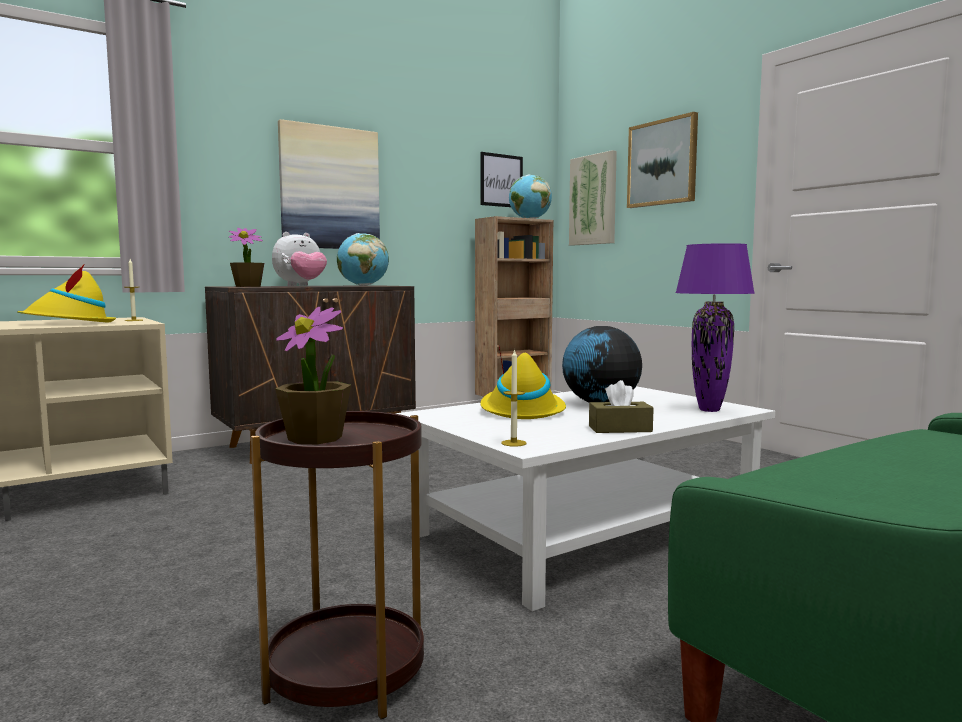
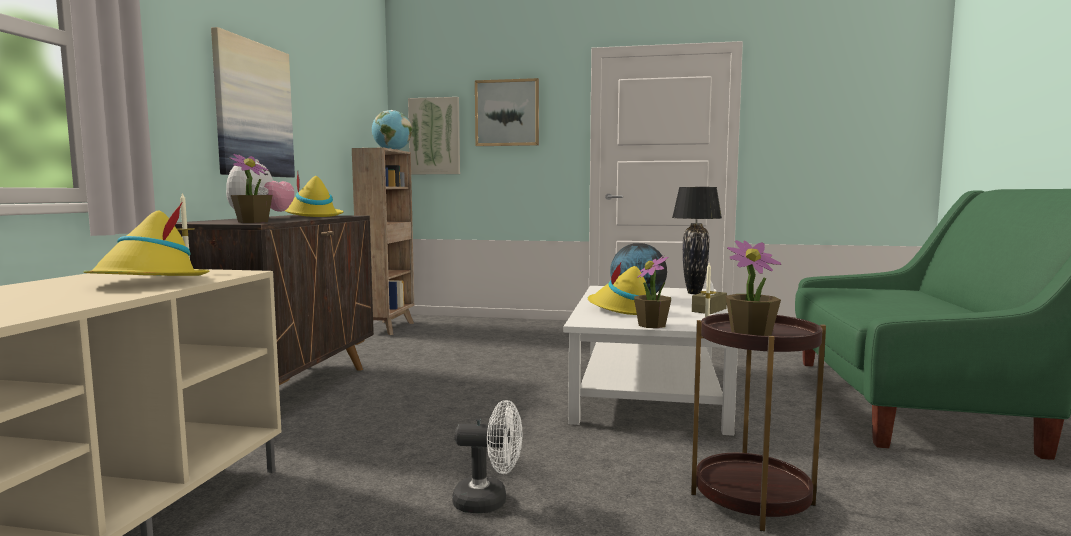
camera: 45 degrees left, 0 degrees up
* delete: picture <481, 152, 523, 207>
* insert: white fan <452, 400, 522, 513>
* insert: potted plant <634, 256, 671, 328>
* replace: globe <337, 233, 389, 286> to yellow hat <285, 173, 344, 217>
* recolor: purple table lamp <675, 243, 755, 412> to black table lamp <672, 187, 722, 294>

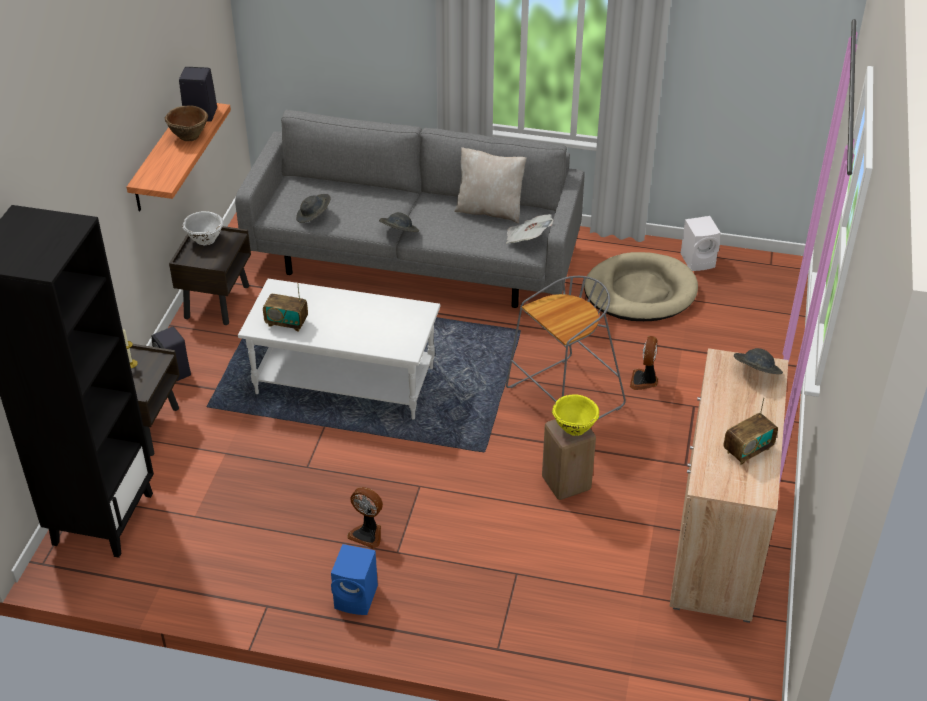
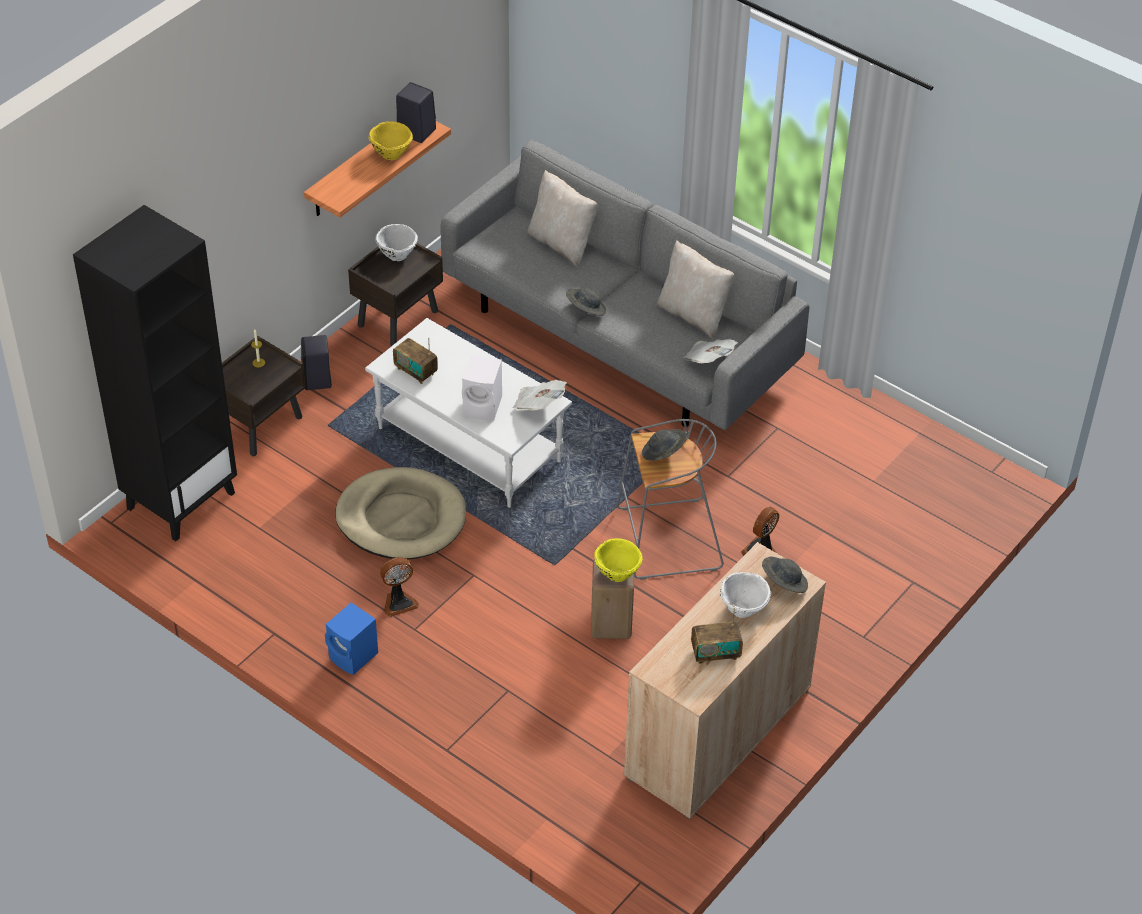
camera: 25 degrees right, 5 degrees up
* insert: newspaper <513, 380, 567, 411>
* insert: beige pillow <527, 170, 597, 267>
* insert: white bowl <720, 572, 772, 618>
* move: grey hat <296, 194, 331, 223> to <642, 429, 687, 461>
* move: beige dog bed <584, 252, 698, 321> to <335, 467, 466, 560>
* move: white speaker <681, 216, 721, 271> to <462, 355, 502, 421>
* recolor: brown bowl <165, 106, 208, 141> to yellow bowl <369, 121, 413, 160>
* rotate: fan <347, 487, 383, 549> = <380, 557, 419, 617> 75 degrees counterclockwise

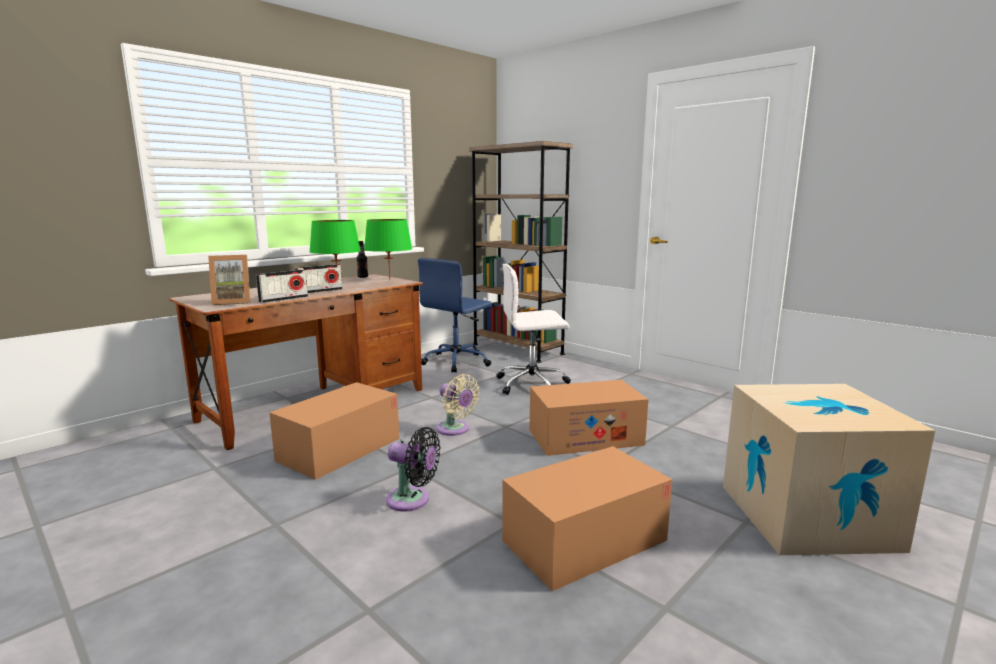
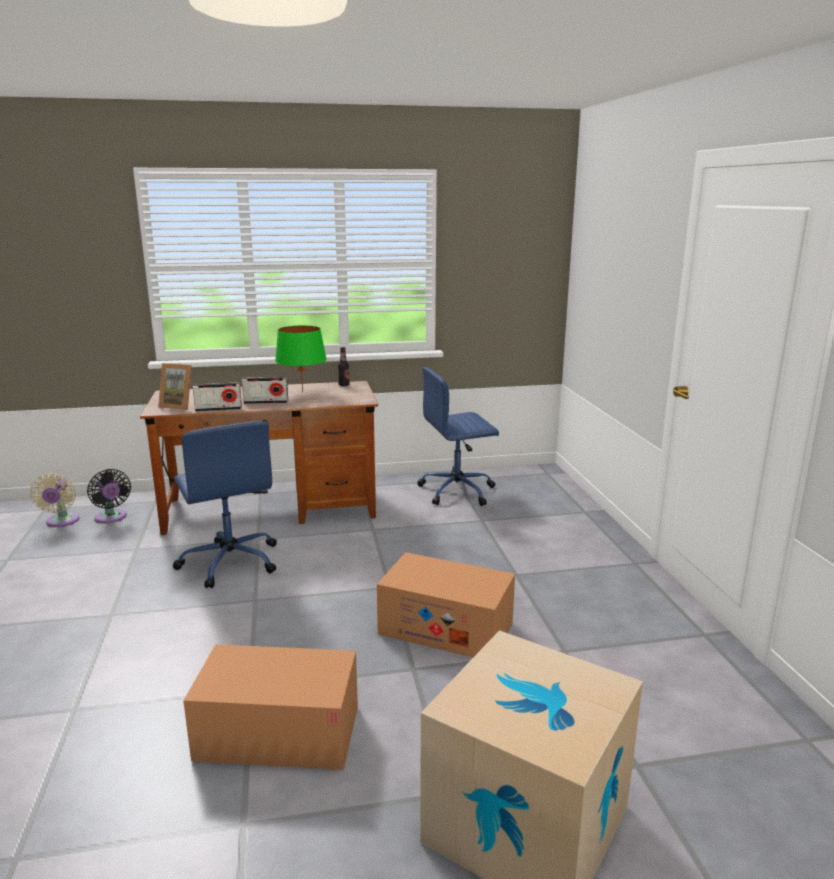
camera: 35 degrees right, 5 degrees up
* delete: green table lamp <364, 219, 412, 280>
* delete: brown bookcase <469, 141, 573, 363>
* delete: white office chair <497, 264, 571, 395>
* move: black fan <386, 427, 440, 512> to <87, 469, 131, 524>
* move: beige fan <436, 374, 480, 436> to <30, 473, 79, 527>
* replace: cardboard box <269, 382, 399, 480> to blue office chair <173, 421, 277, 588>

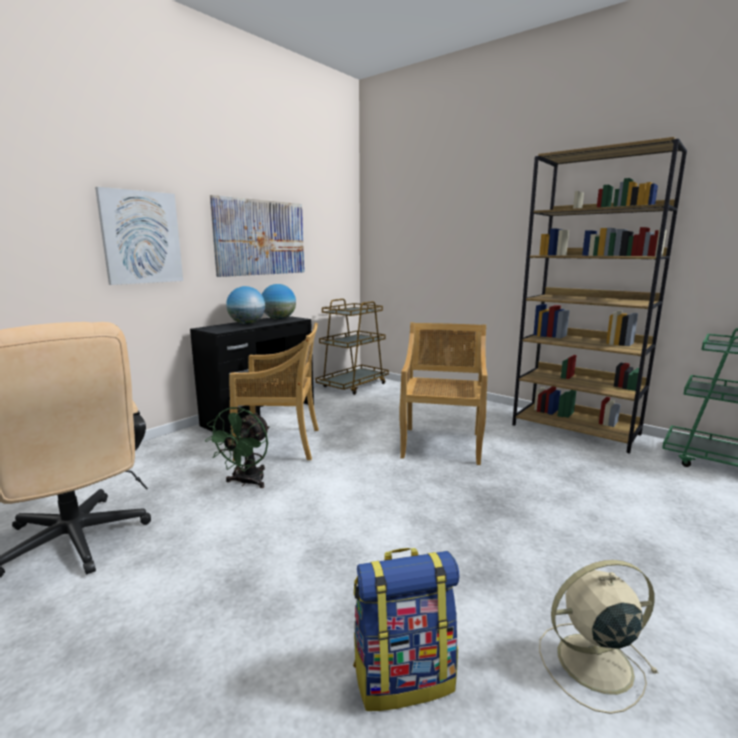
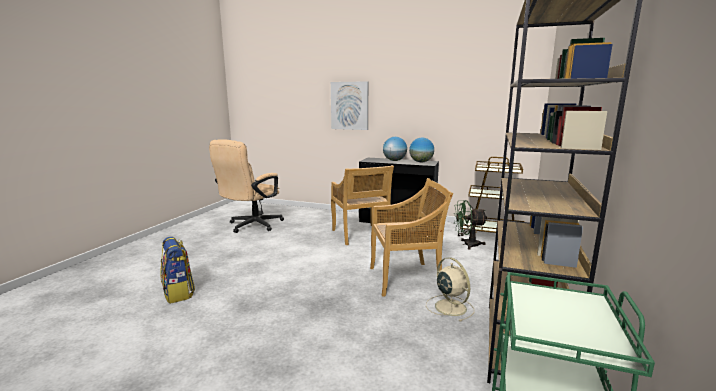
camera: 70 degrees right, 0 degrees up
* delete: picture <210, 195, 304, 277>
* move: green fan <205, 407, 269, 488> to <454, 200, 487, 249>
* move: beige fan <539, 560, 659, 714> to <426, 257, 474, 322>

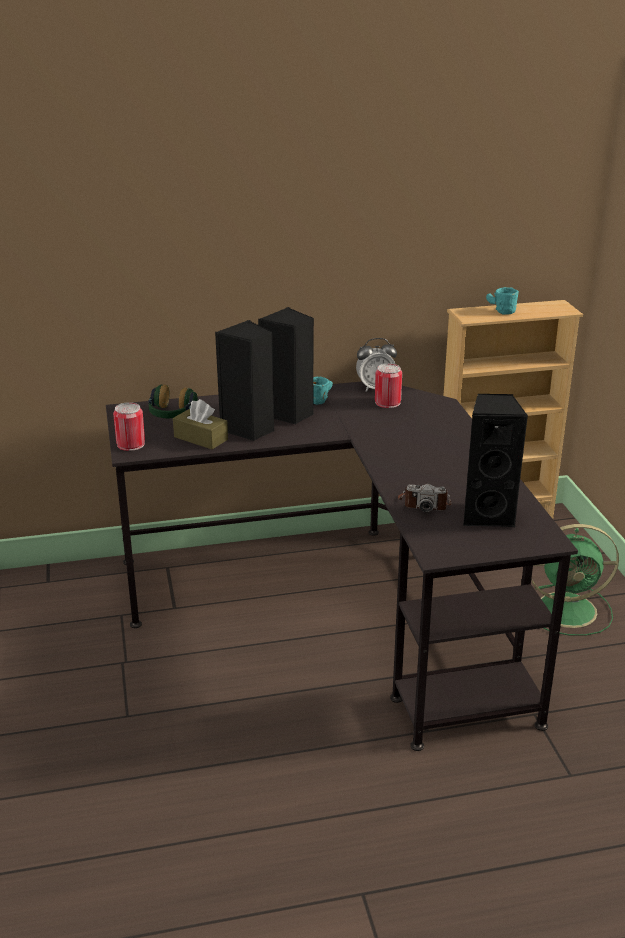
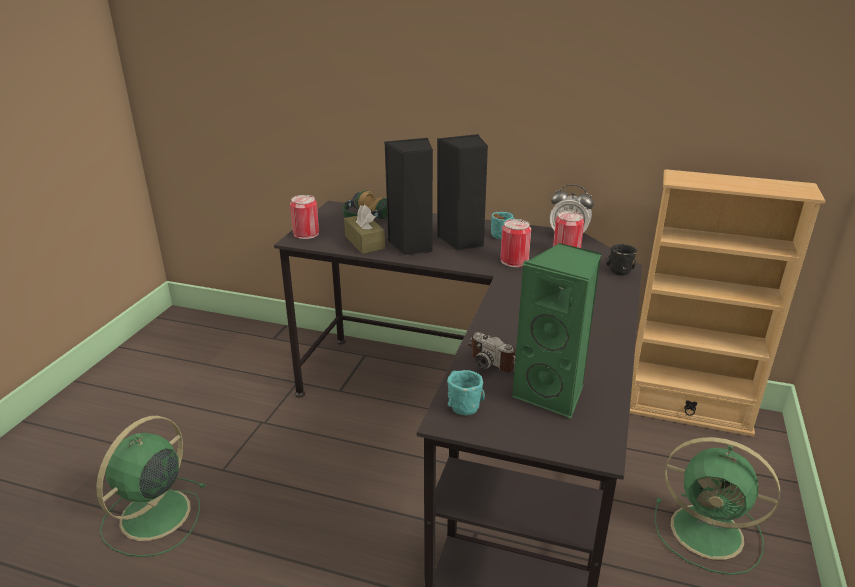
camera: 30 degrees right, 0 degrees up
* insert: green fan <96, 416, 206, 557>
* insert: can <500, 219, 531, 267>
* insert: black mug <607, 244, 637, 276>
* move: turquoise mug <486, 287, 519, 315> to <447, 370, 485, 416>
* recolor: black speaker <463, 394, 529, 527> to green speaker <512, 243, 601, 418>

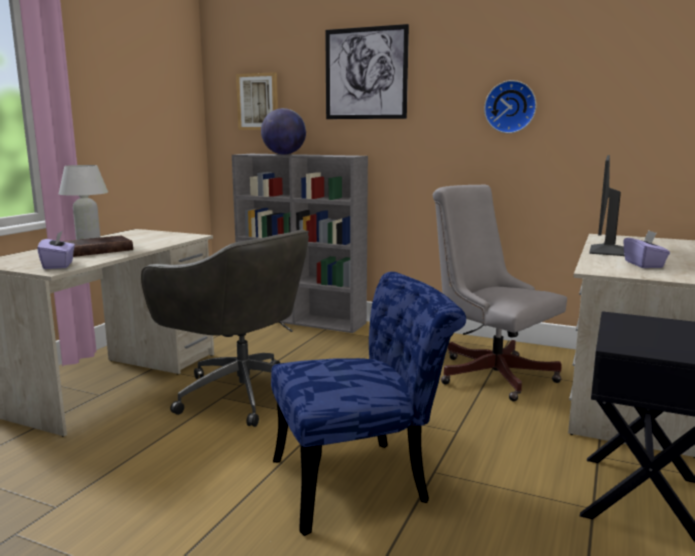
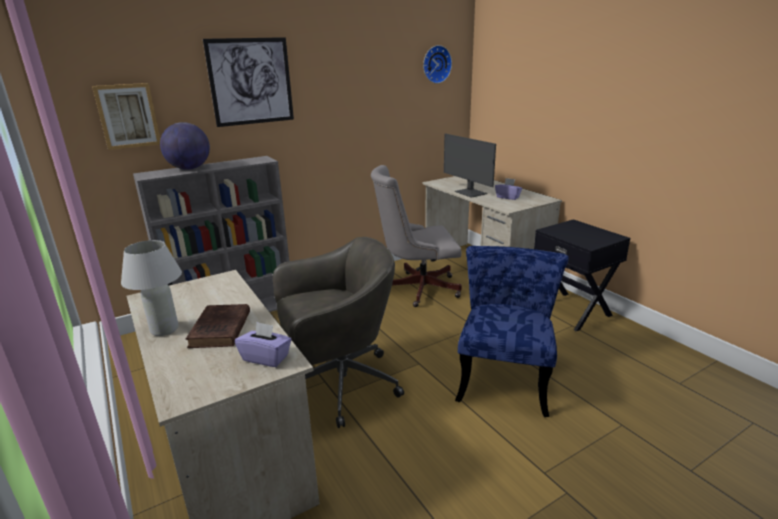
camera: 55 degrees left, 10 degrees up
* move: wall clock <484, 80, 537, 133> to <423, 45, 452, 84>

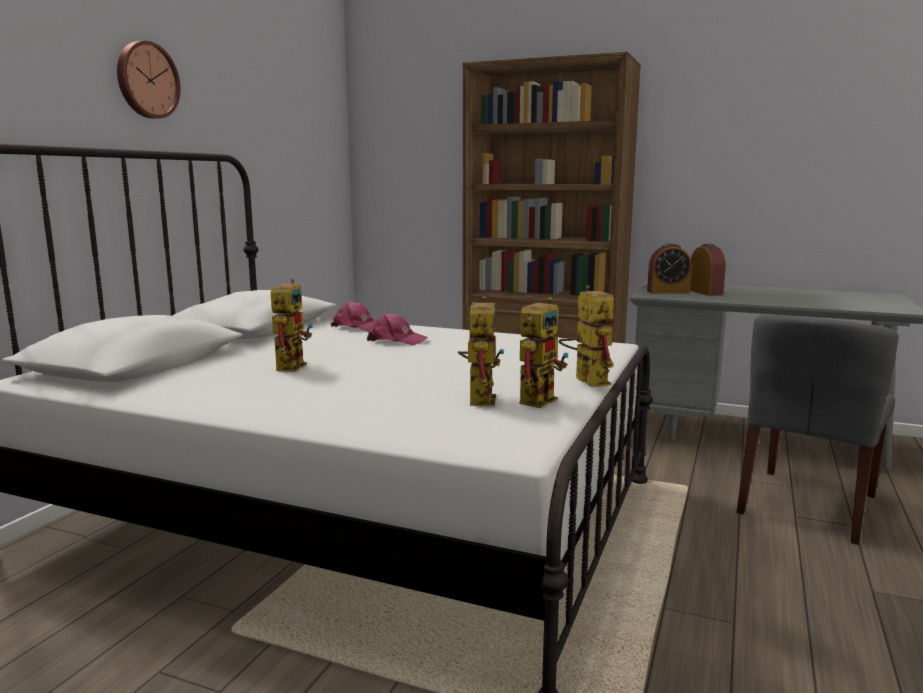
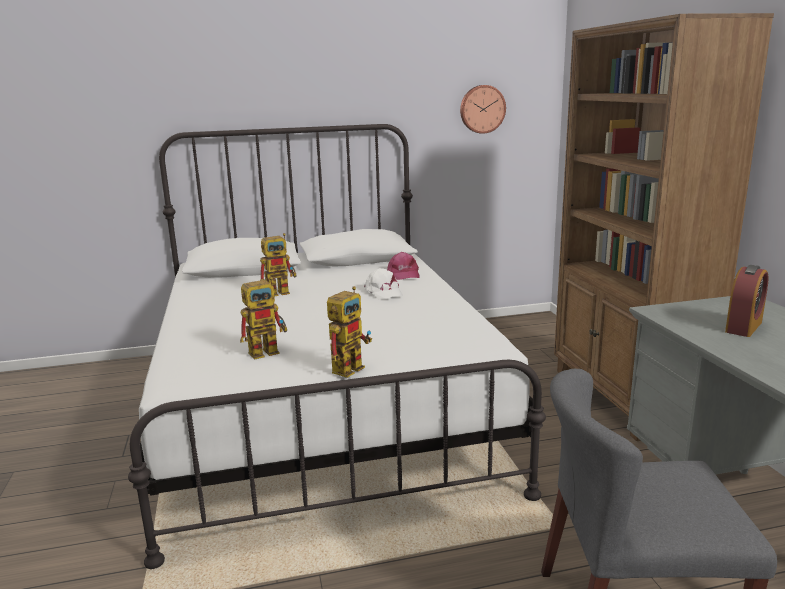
camera: 55 degrees right, 5 degrees up
* delete: toy robot <520, 297, 568, 408>
* delete: alarm clock <647, 243, 692, 294>
* move: wall clock <117, 41, 181, 119> to <460, 85, 506, 134>
* recolor: pink cap <367, 313, 428, 345> to white cap <364, 268, 403, 299>

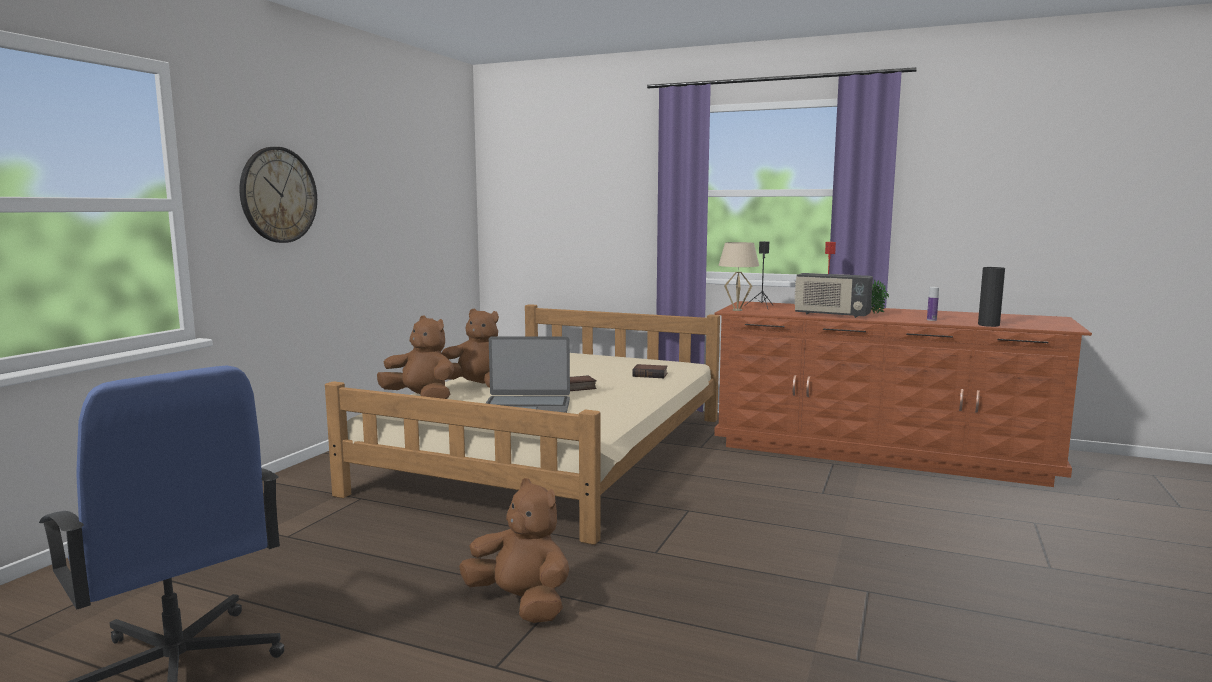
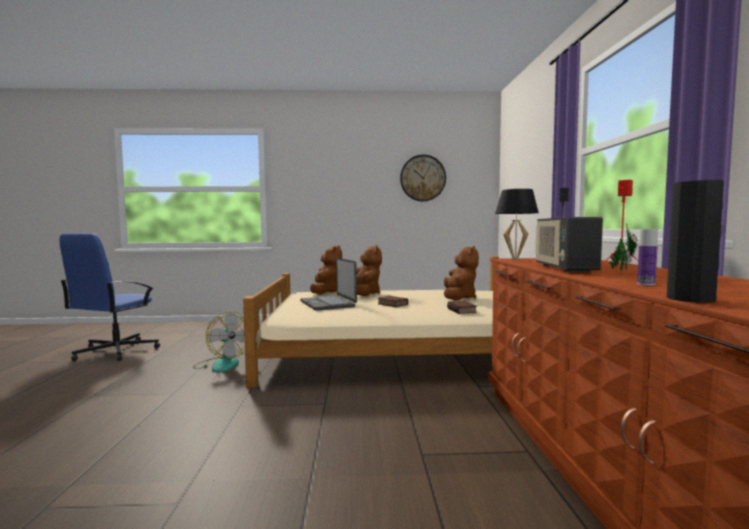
camera: 65 degrees right, 5 degrees down
* insert: fan <193, 312, 245, 372>
* move: wall clock <240, 147, 317, 243> to <400, 155, 446, 201>
* move: brown plush toy <459, 478, 569, 623> to <444, 246, 479, 301>
* recolor: beige table lamp <718, 242, 759, 311> to black table lamp <495, 189, 539, 260>

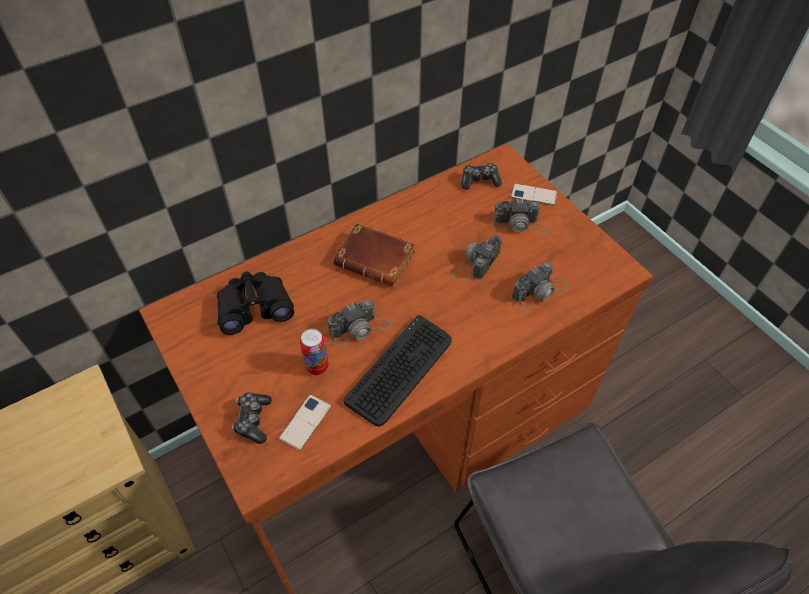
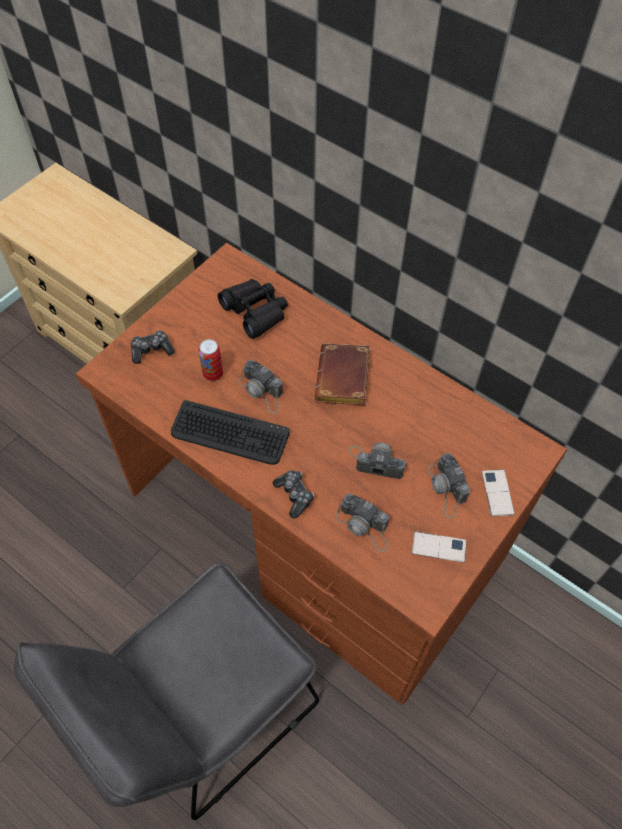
camera: 70 degrees right, 5 degrees up
* move: phone <279, 394, 331, 451> to <412, 531, 466, 563>
* move: game controller <462, 163, 502, 190> to <273, 470, 314, 519>

